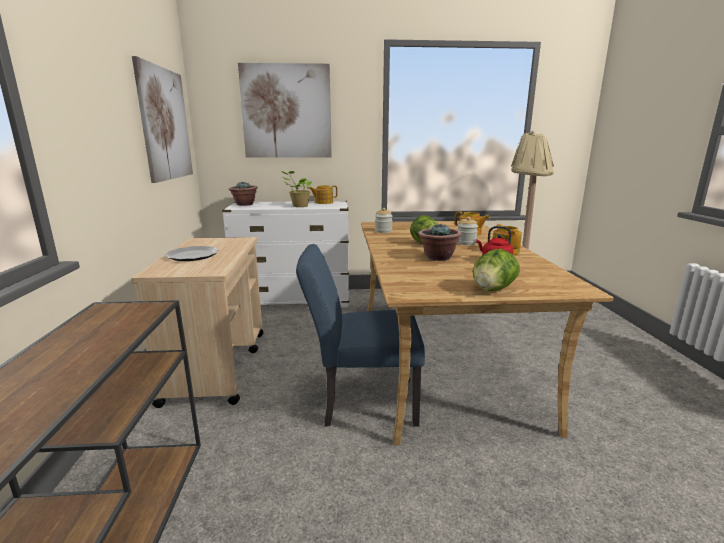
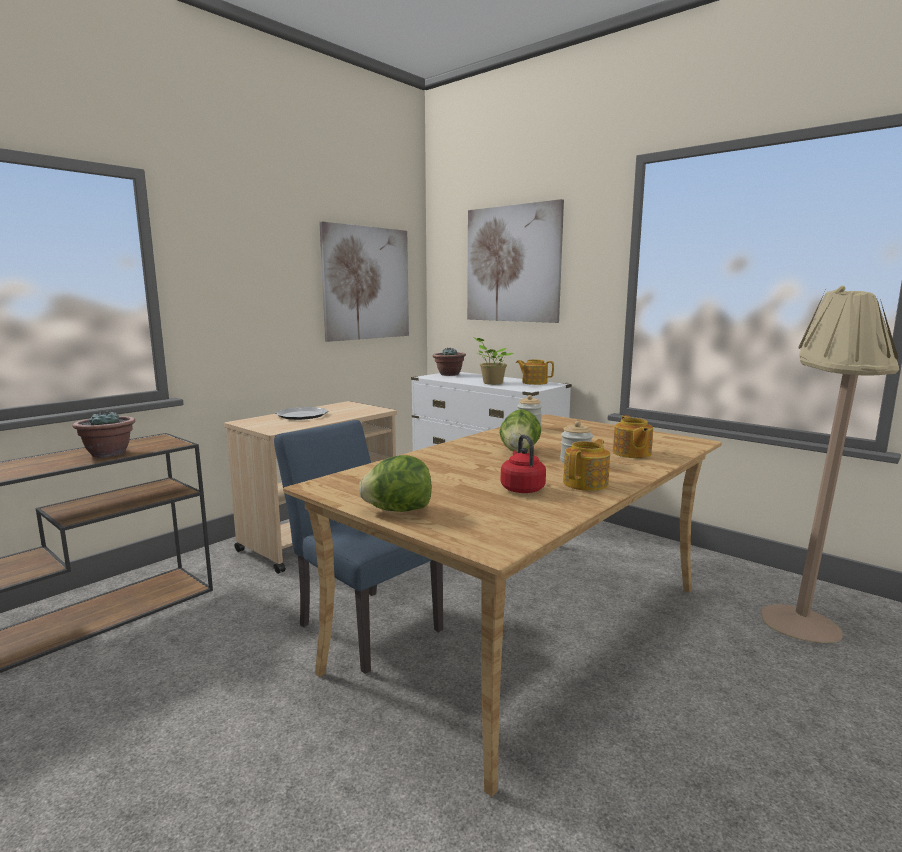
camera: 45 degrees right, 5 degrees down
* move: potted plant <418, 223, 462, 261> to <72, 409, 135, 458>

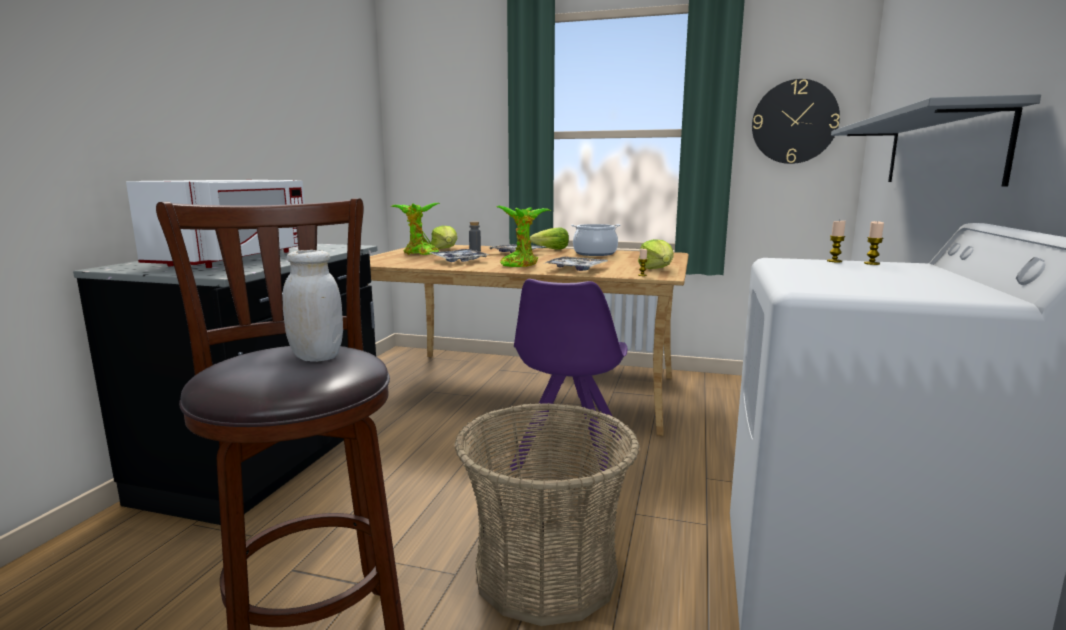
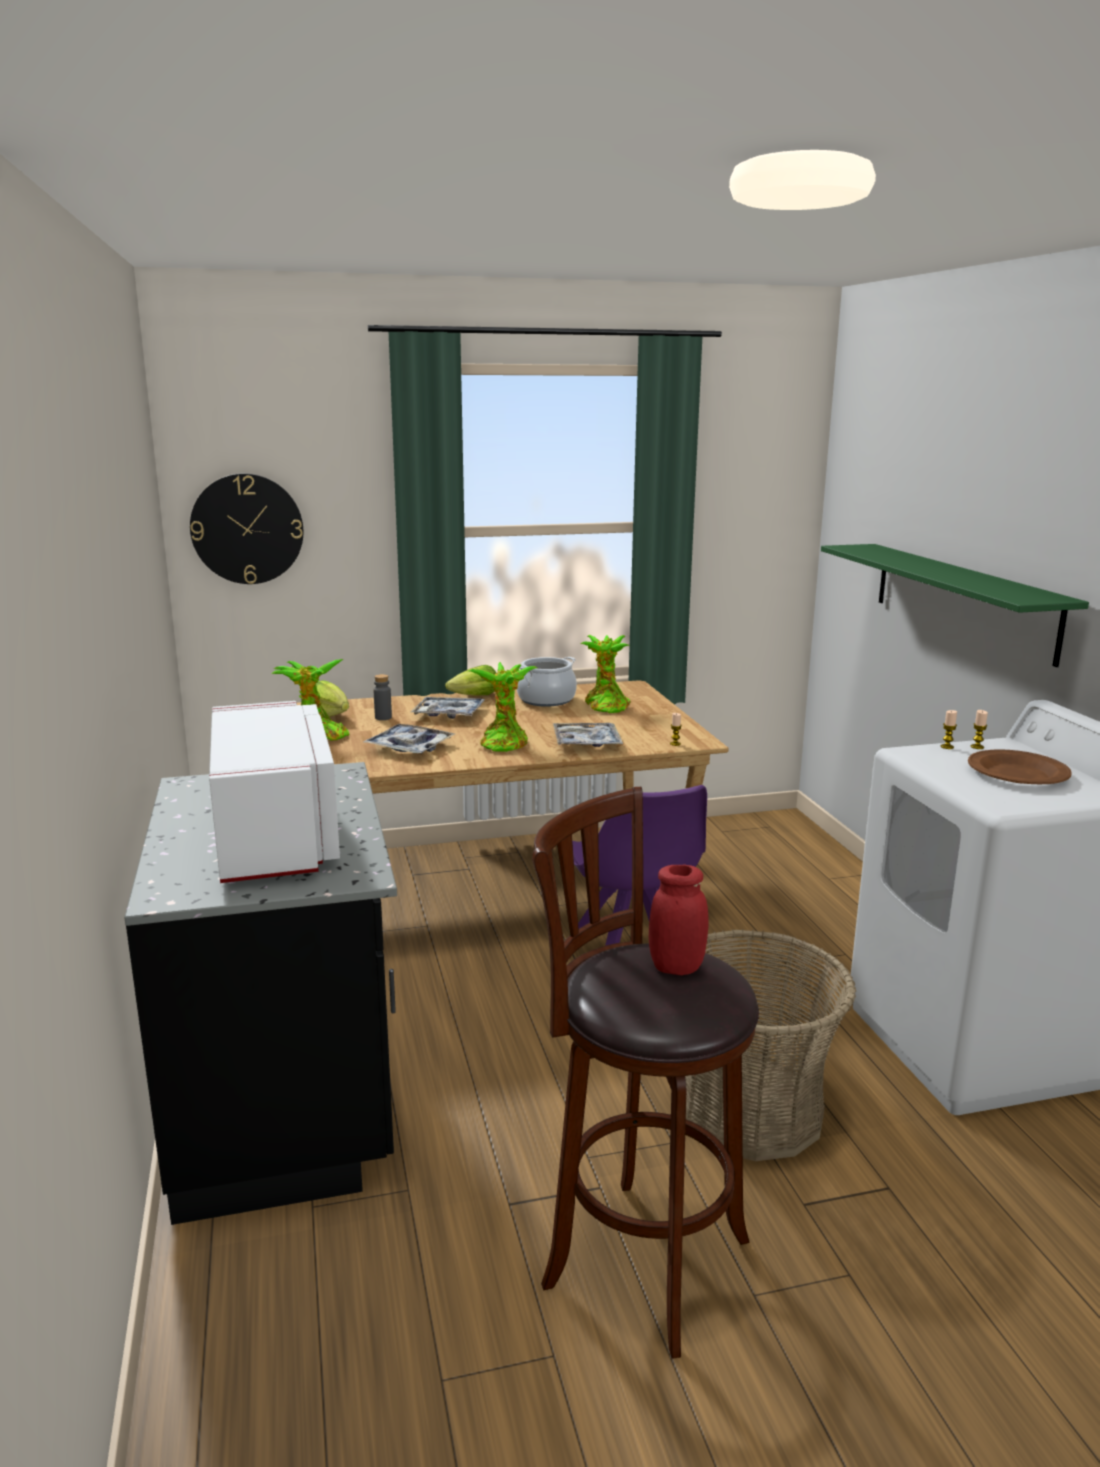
camera: 30 degrees left, 5 degrees up
* delete: lettuce <638, 239, 674, 269>
* insert: potted plant <580, 635, 630, 713>
* insert: brown plate <968, 749, 1072, 784>
* move: wall clock <752, 79, 840, 164> to <190, 473, 303, 584>
* recolor: white jar <283, 250, 343, 362> to red jar <649, 865, 708, 975>
* recolor: grey shelf <831, 94, 1041, 187> to green shelf <821, 544, 1089, 667>

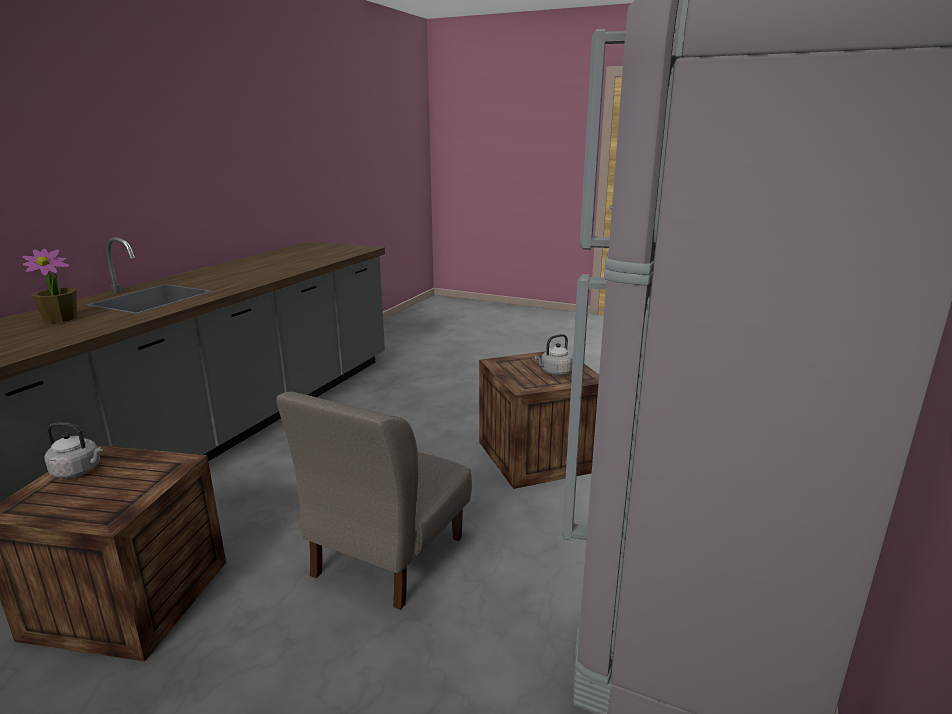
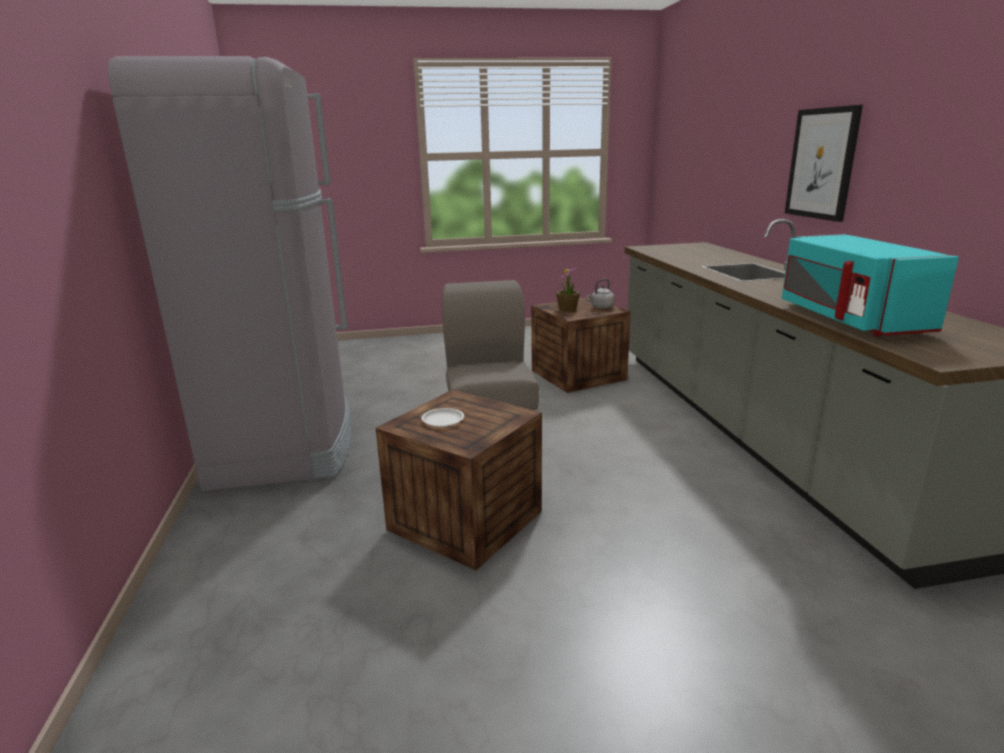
camera: 145 degrees right, 0 degrees up
* insert: turquoise microwave <782, 234, 959, 337>
* insert: picture <785, 105, 863, 222>
* move: potted plant <22, 249, 77, 323> to <556, 266, 580, 312>
* replace: grey kettle <534, 334, 573, 375> to white plate <421, 408, 464, 427>

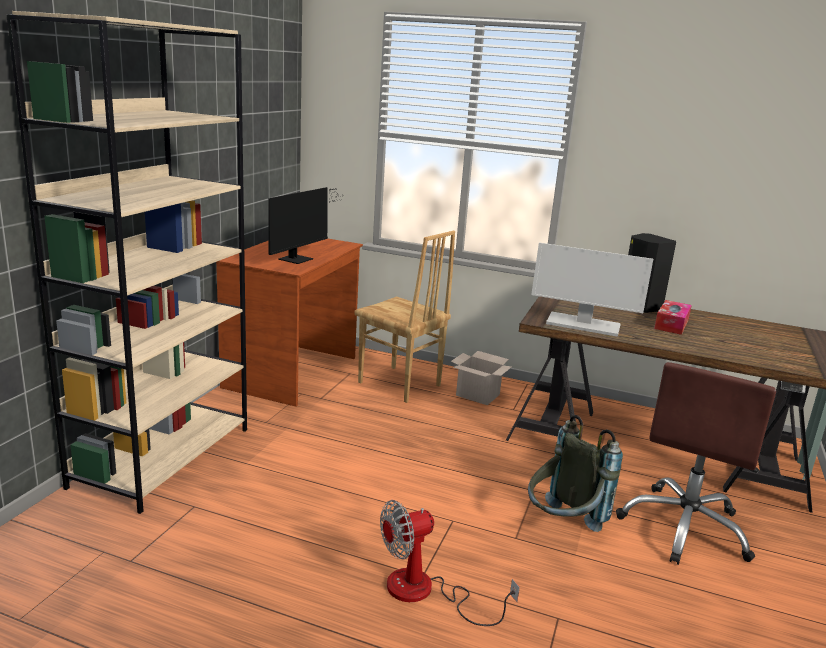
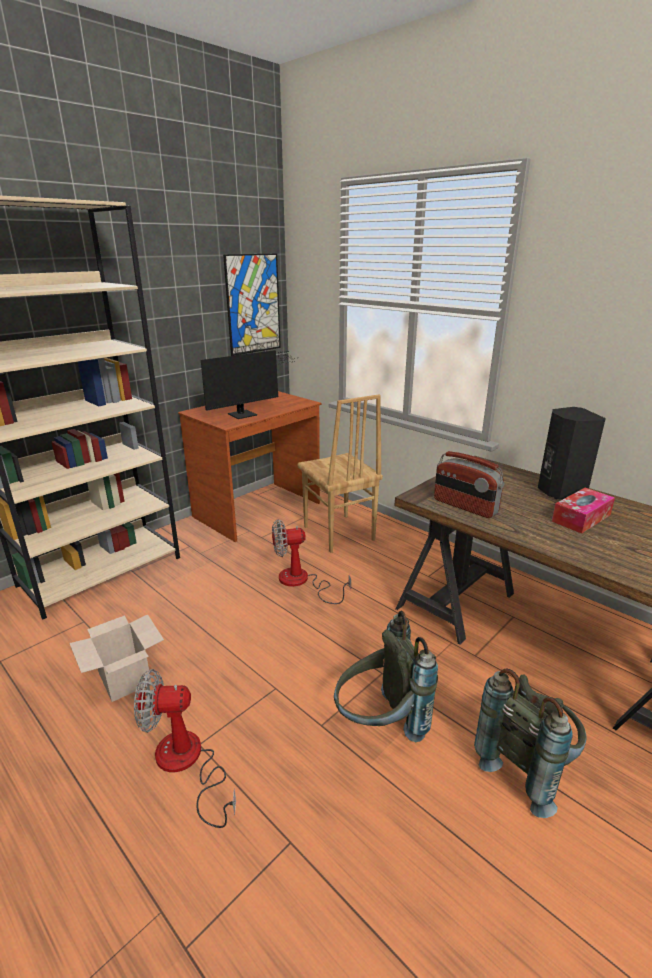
camera: 25 degrees right, 5 degrees up
* insert: picture <223, 254, 281, 356>
* insert: fan <272, 519, 351, 604>
* move: cardboard box <451, 351, 512, 405> to <69, 614, 164, 702>
* replace: monitor <531, 242, 653, 337> to radio <434, 451, 505, 518>
* replace: brown office chair <616, 362, 776, 565> to grey backpack <474, 668, 586, 818>

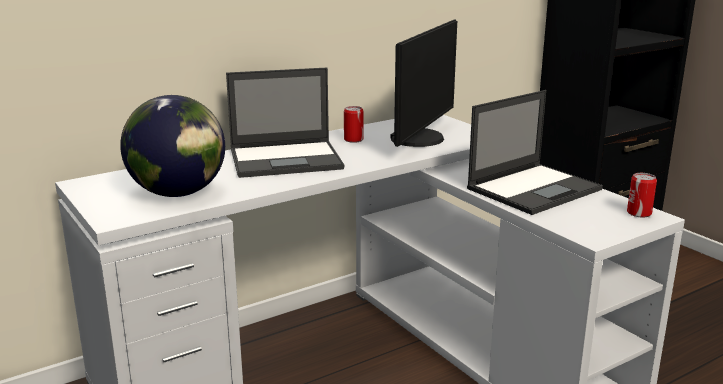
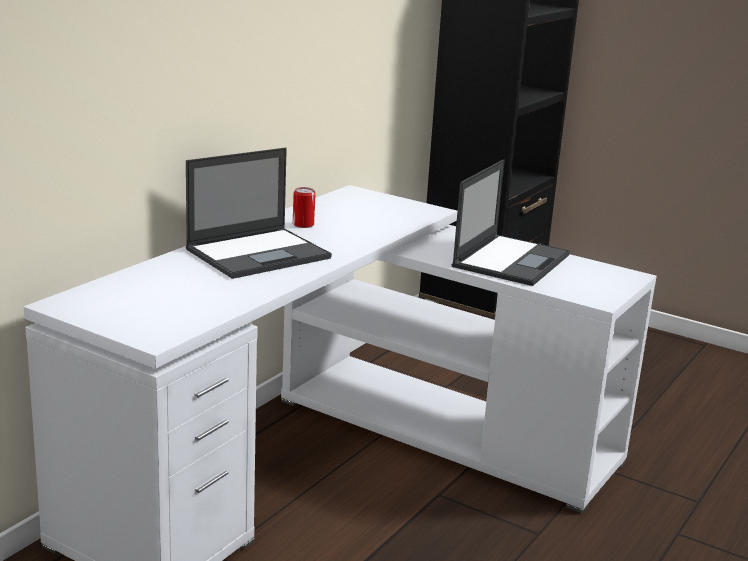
camera: 25 degrees left, 0 degrees up
* delete: globe <120, 95, 225, 197>
* delete: monitor <390, 19, 457, 147>
* delete: can <627, 173, 657, 218>

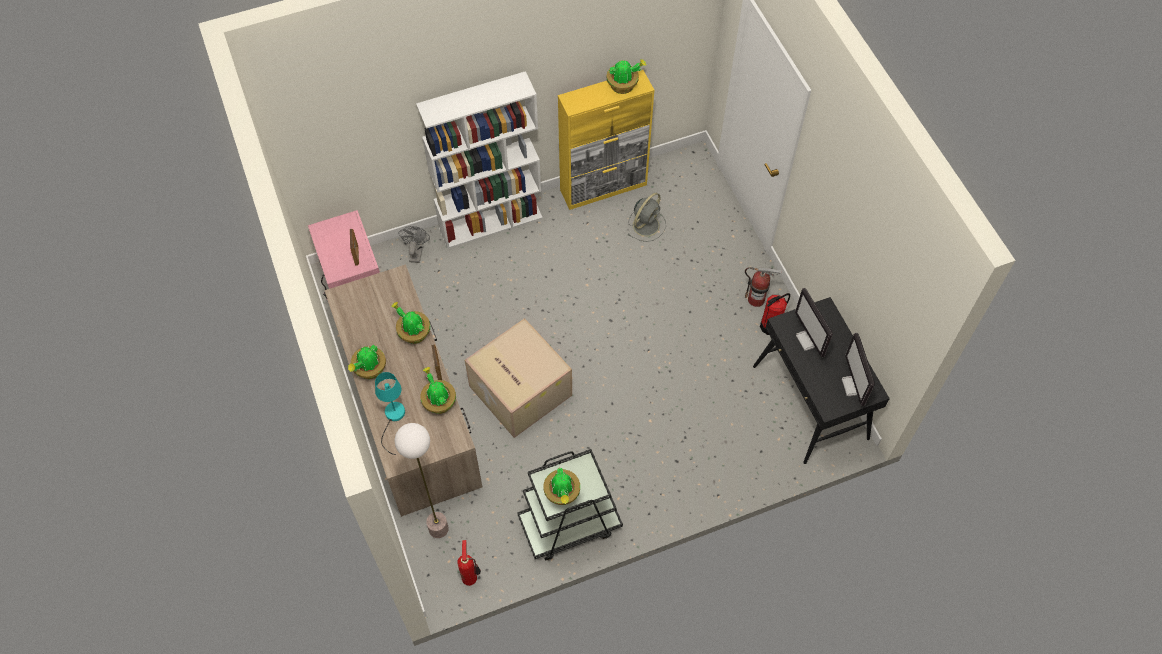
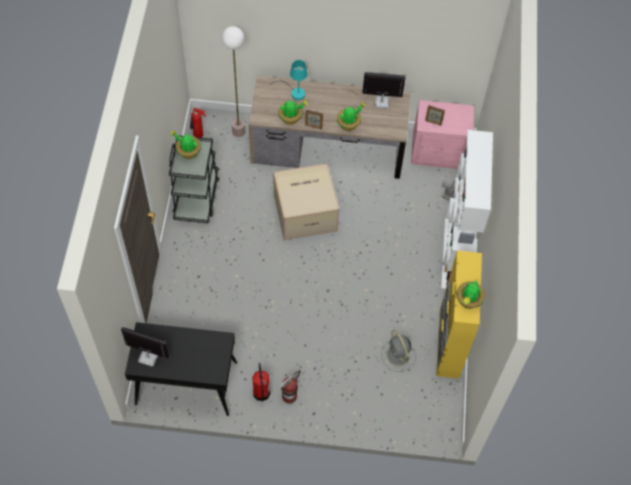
camera: 115 degrees right, 0 degrees up
* delete: potted plant <348, 344, 386, 379>
* move: monitor <795, 288, 833, 357> to <362, 72, 406, 109>

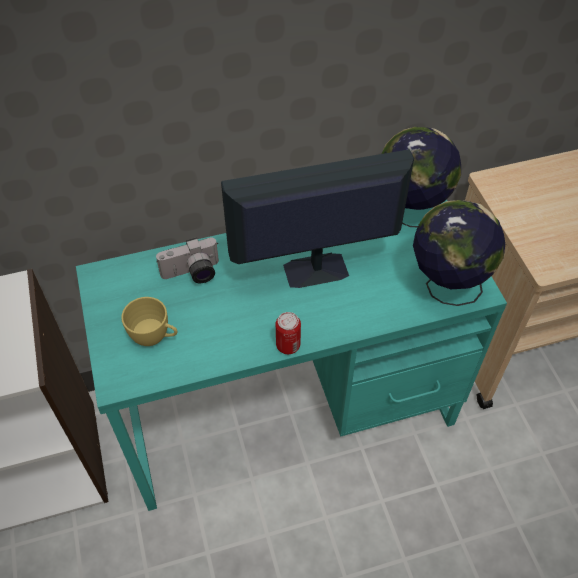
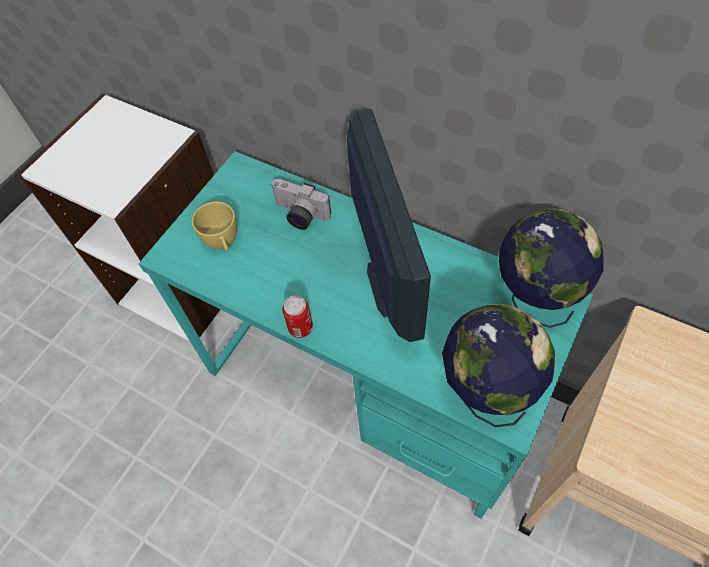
camera: 50 degrees right, 5 degrees up
* rotate: monitor <221, 149, 414, 288> = <347, 108, 431, 342> 45 degrees clockwise

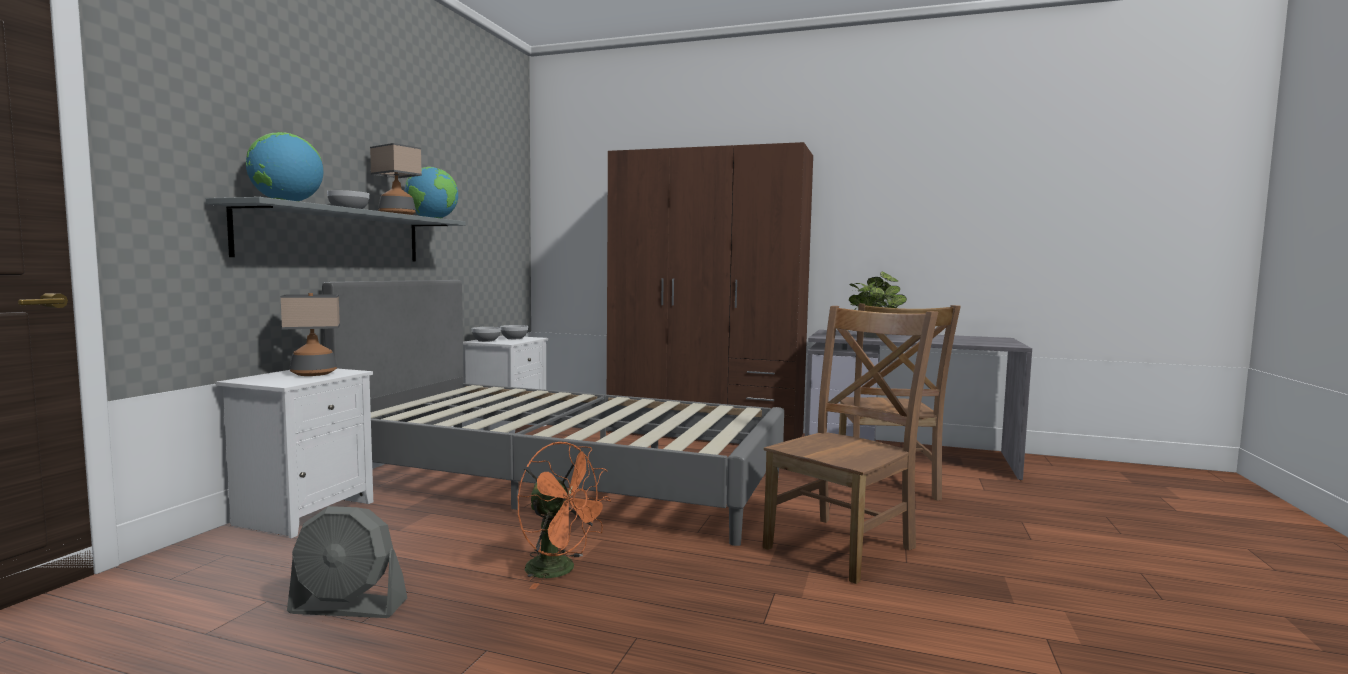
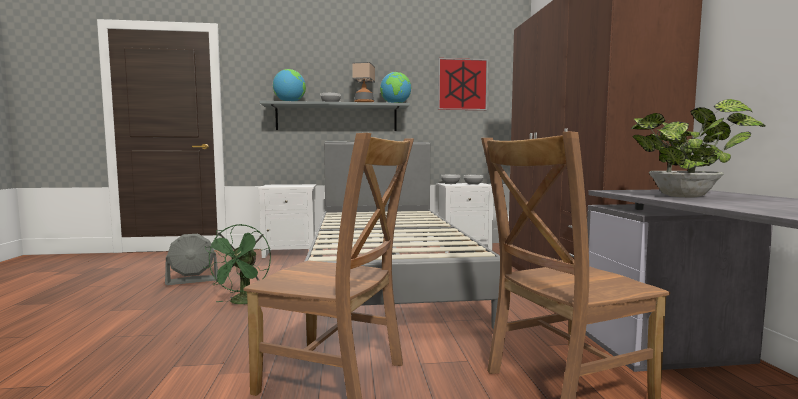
camera: 65 degrees right, 0 degrees up
* delete: table lamp <280, 293, 340, 376>
* insert: picture <438, 58, 488, 110>
* recolor: orange fan <517, 442, 611, 589> to green fan <203, 224, 271, 304>
* rotate: grey fan <287, 506, 407, 618> = <165, 234, 218, 285> 90 degrees counterclockwise

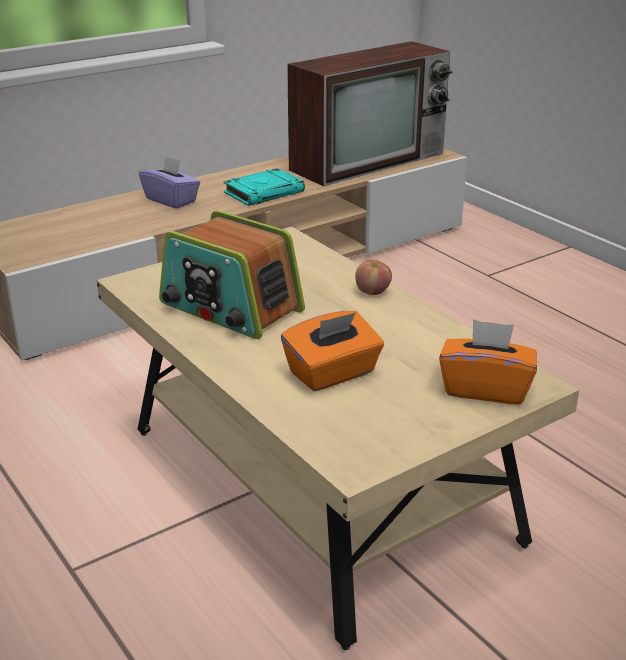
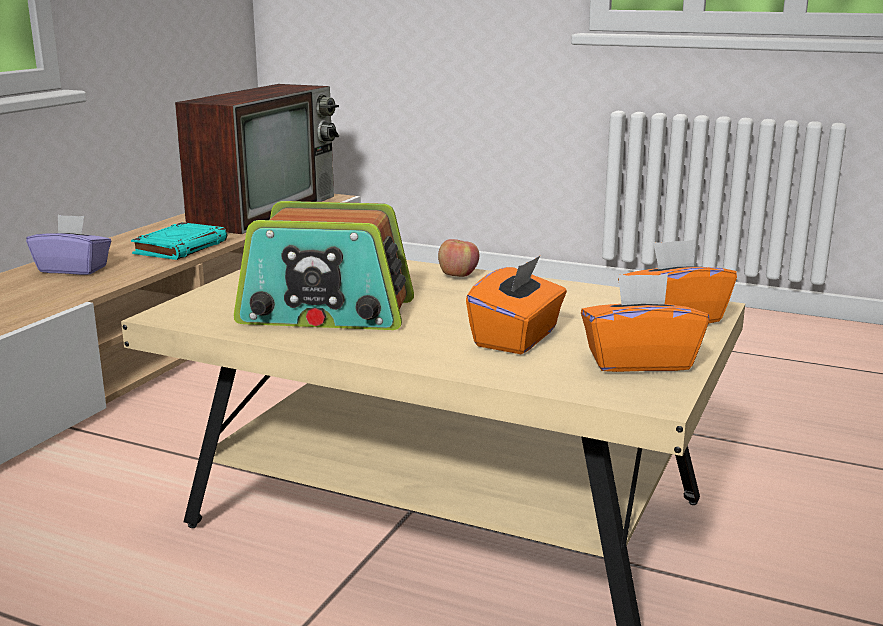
camera: 30 degrees left, 10 degrees down
* insert: orange tissue box <581, 274, 709, 372>

